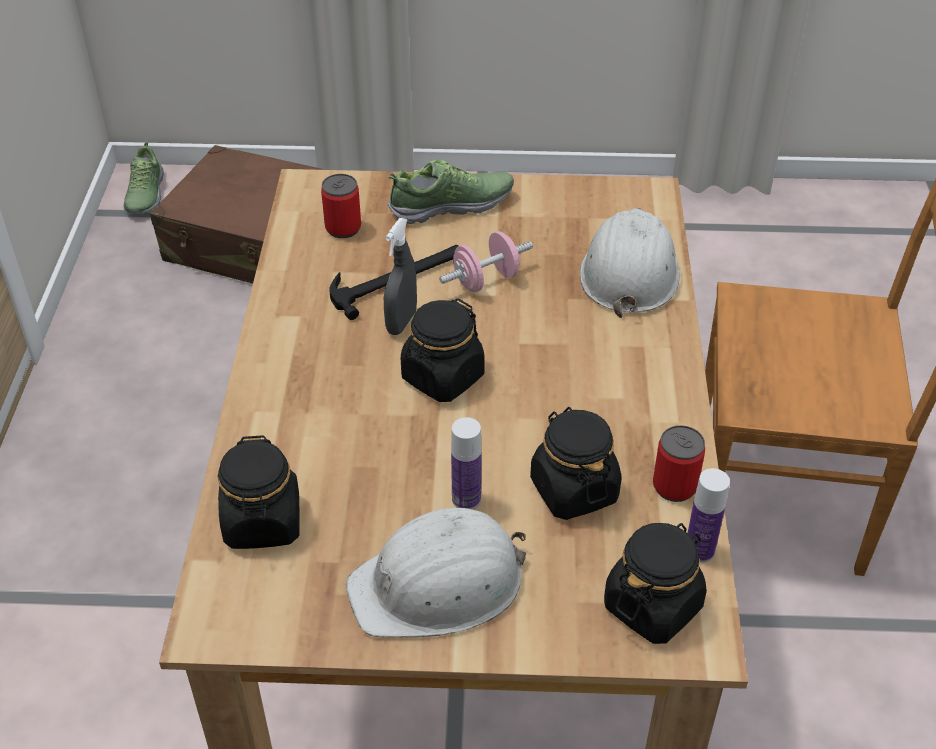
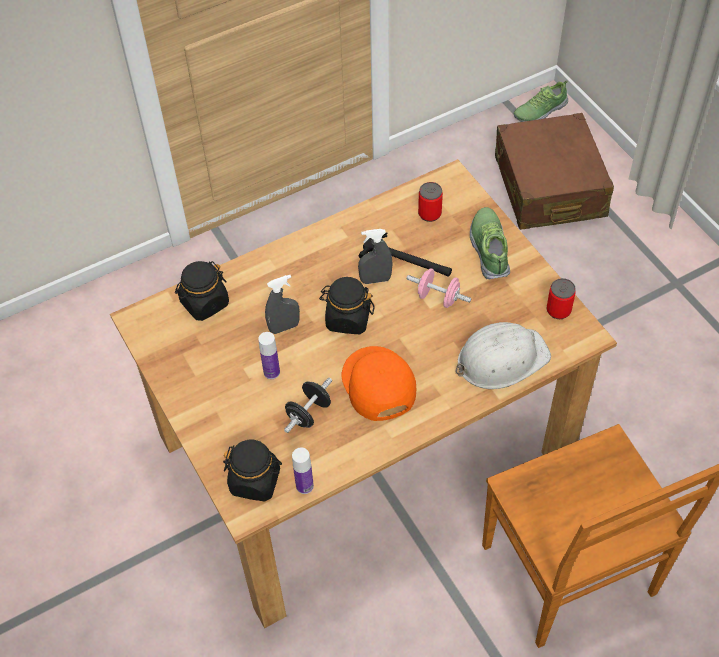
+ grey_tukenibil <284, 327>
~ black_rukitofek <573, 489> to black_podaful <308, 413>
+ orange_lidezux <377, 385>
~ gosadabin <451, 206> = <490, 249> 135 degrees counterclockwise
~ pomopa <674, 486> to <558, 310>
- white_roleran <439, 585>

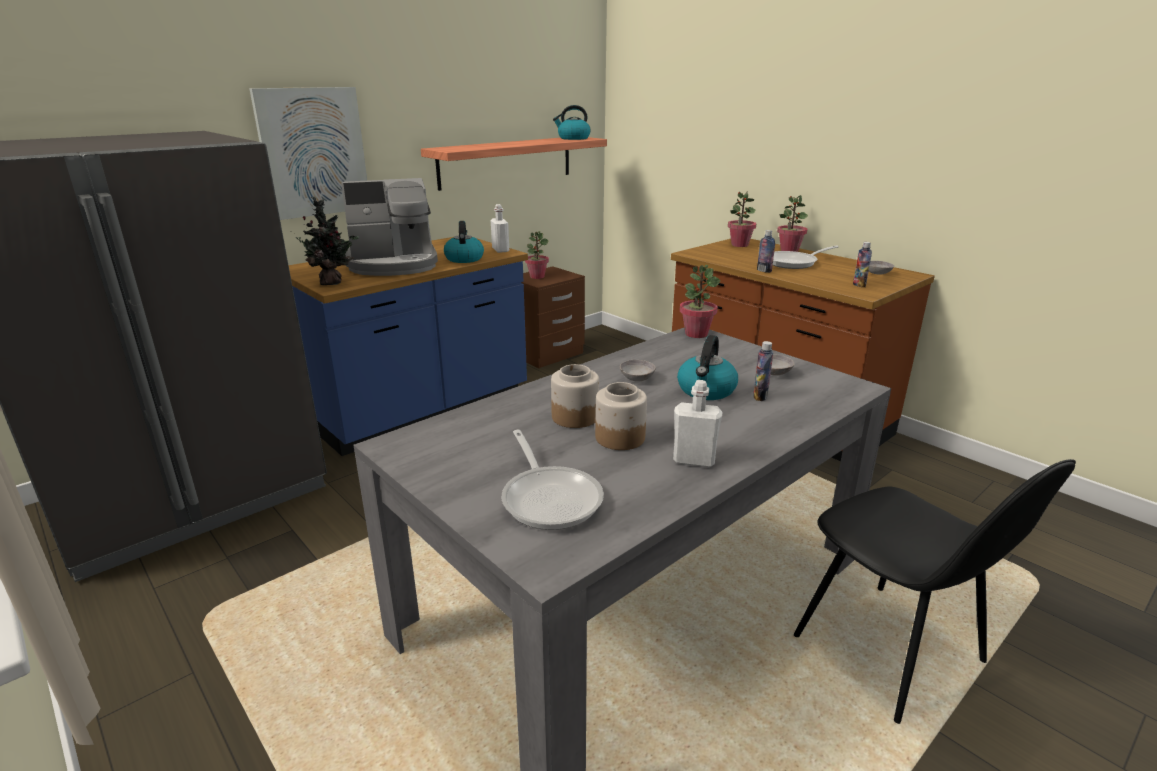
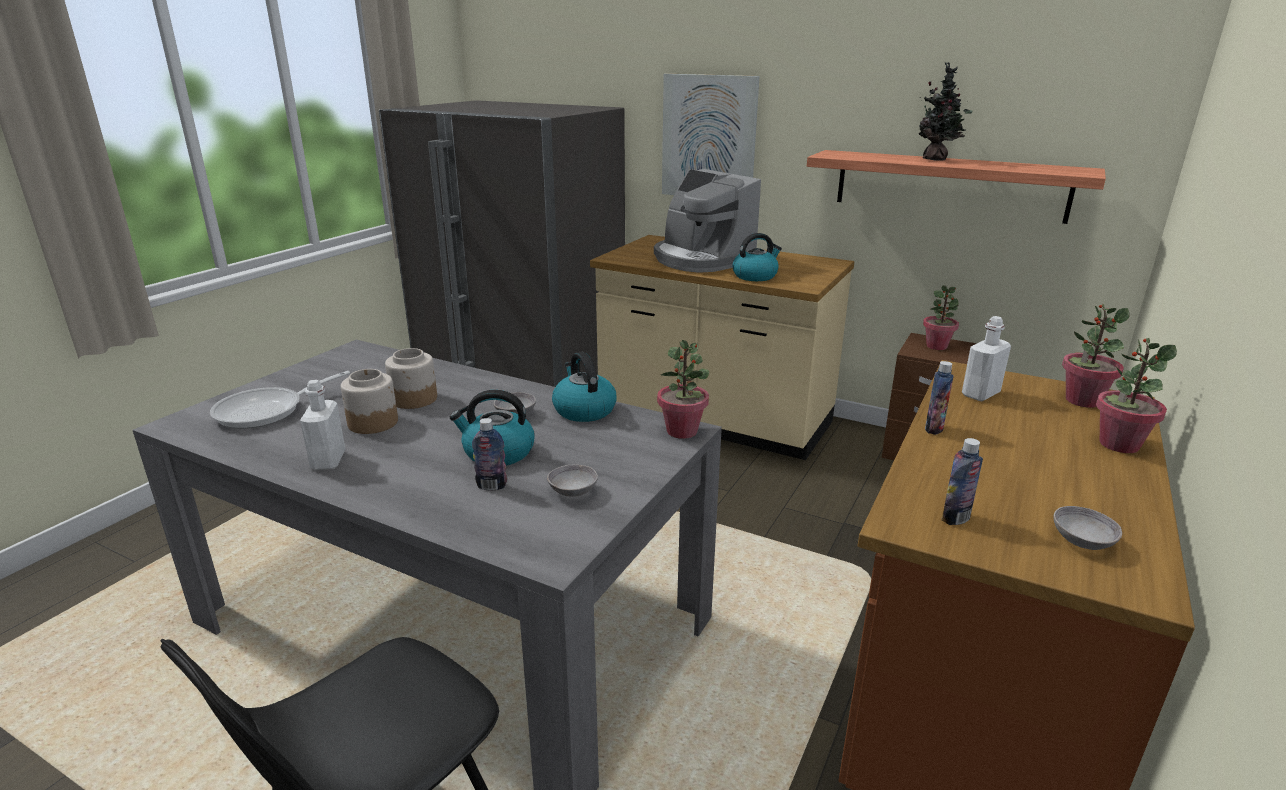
~ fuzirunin <573, 138> to <583, 410>
~ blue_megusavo <421, 410> to beige_megusavo <714, 420>
~ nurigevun <333, 283> to <937, 160>
~ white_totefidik <500, 250> to <980, 394>
- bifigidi <794, 263>

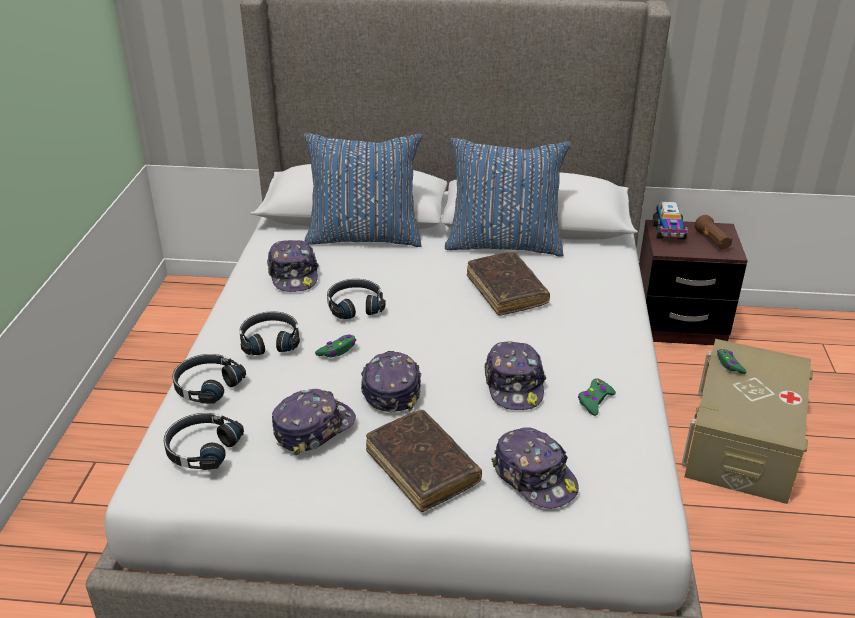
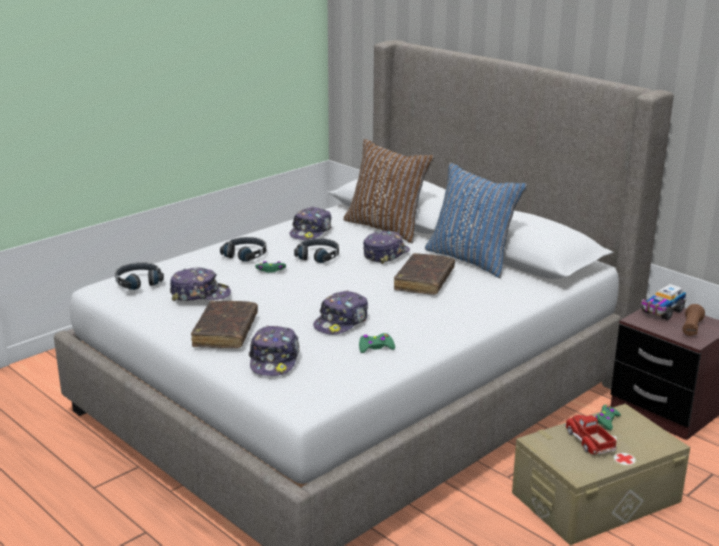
~ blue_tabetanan <364, 236> to brown_tabetanan <386, 228>
~ lidezux <391, 389> to <385, 254>
+ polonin <589, 441>
- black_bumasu <207, 385>

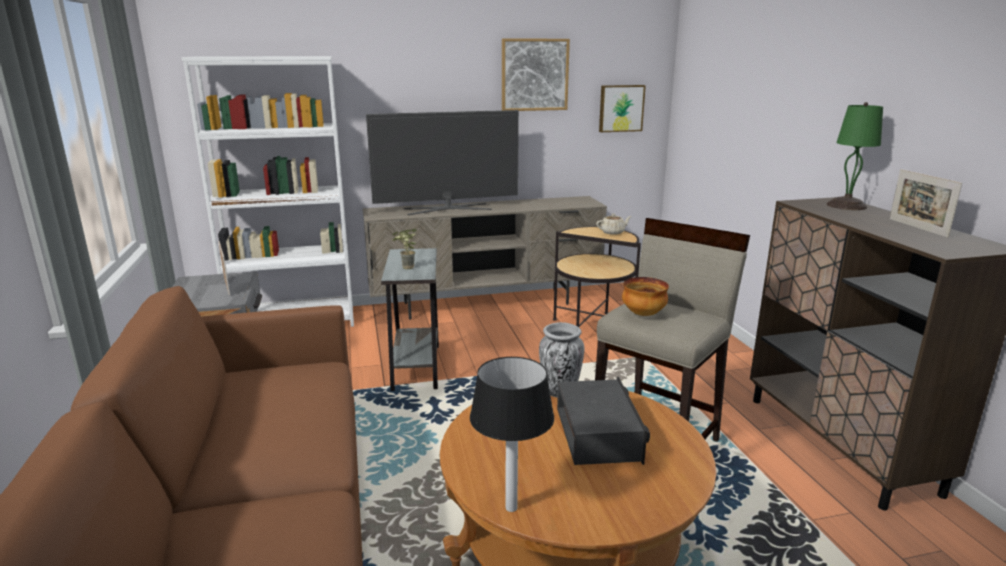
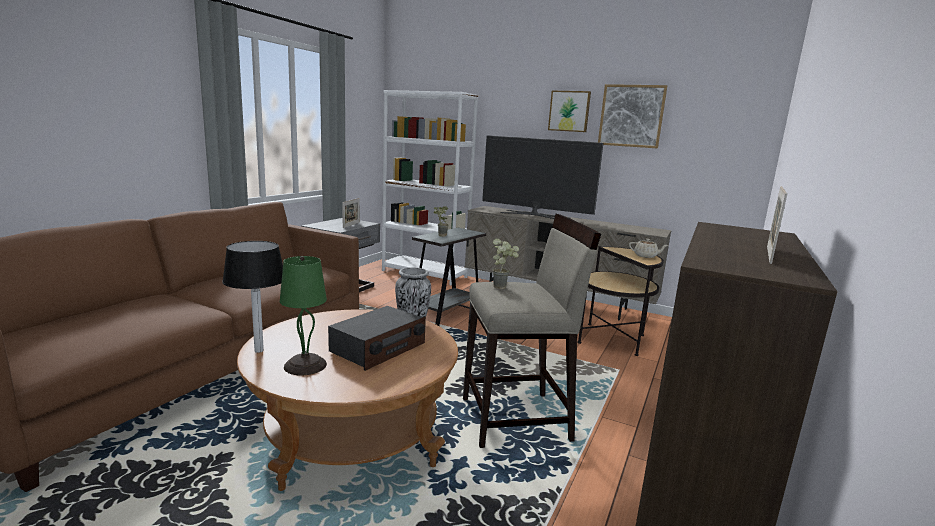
~ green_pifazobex <845, 205> to <304, 365>
~ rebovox <643, 314> to nurigevun <503, 287>
~ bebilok <621, 108> to <569, 111>

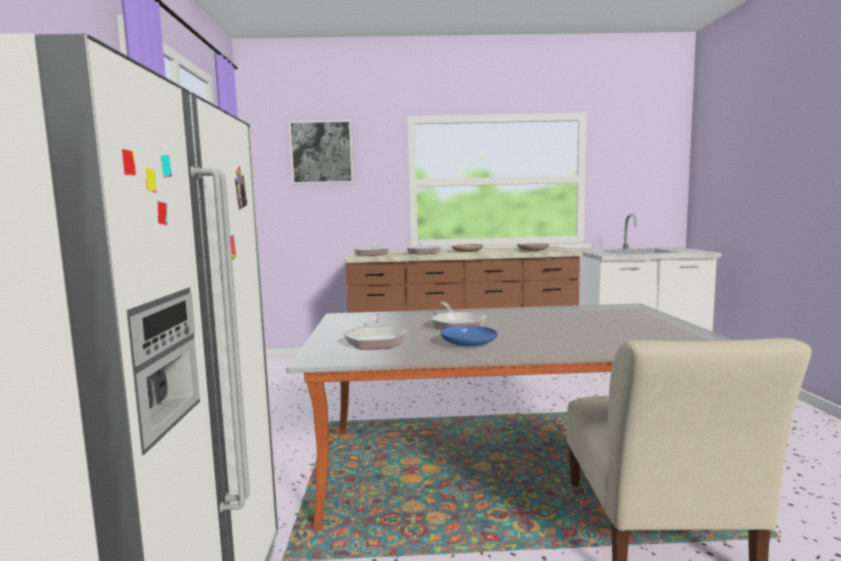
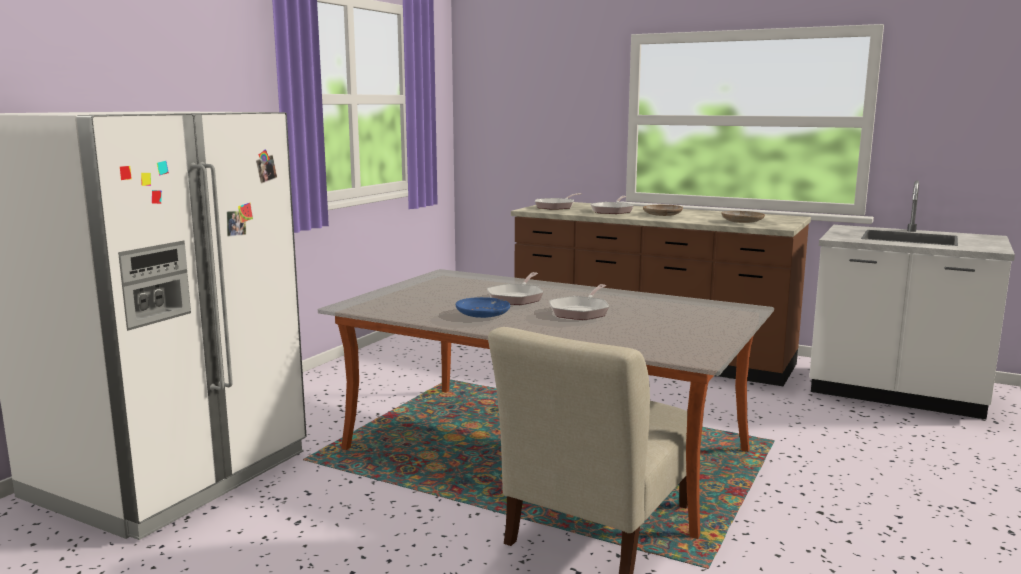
~ bifigidi <376, 341> to <581, 311>
- bebilok <322, 152>

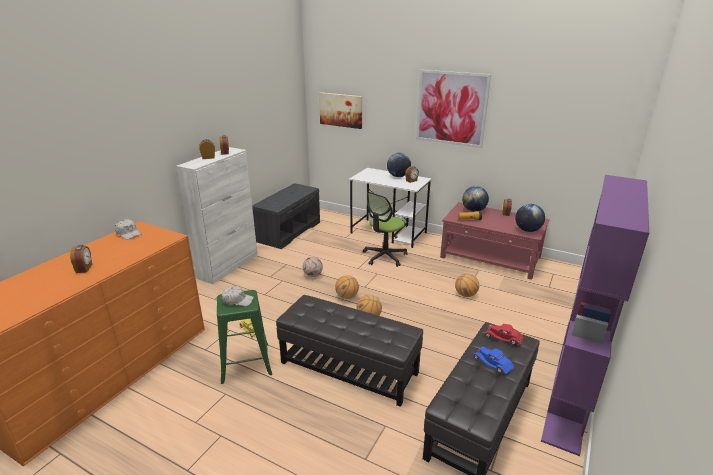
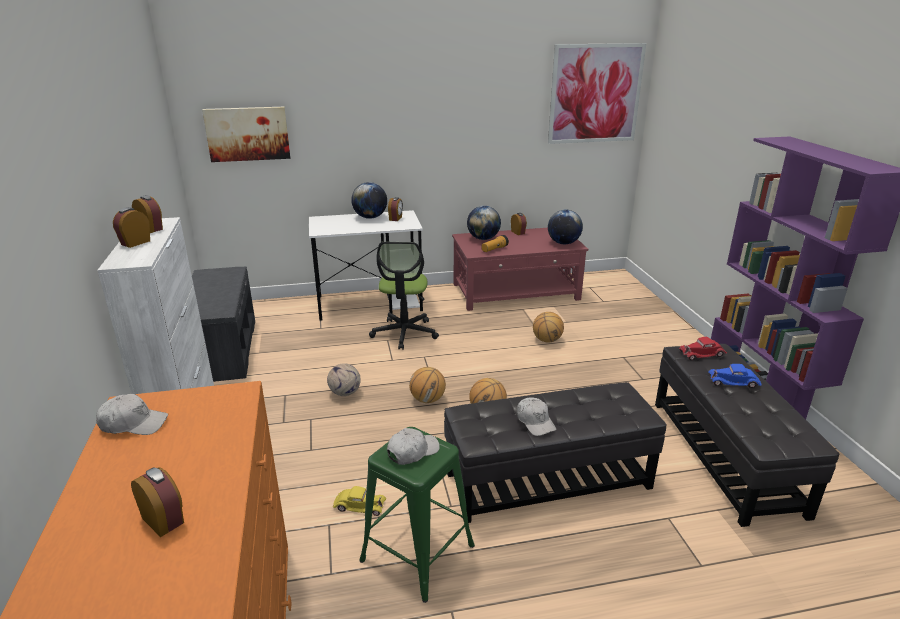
+ white_lidezux <535, 422>
~ bebilok <451, 108> to <595, 94>

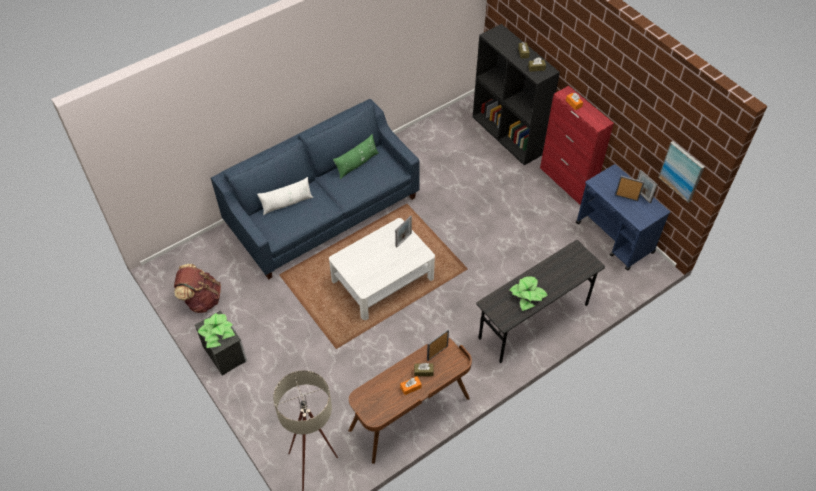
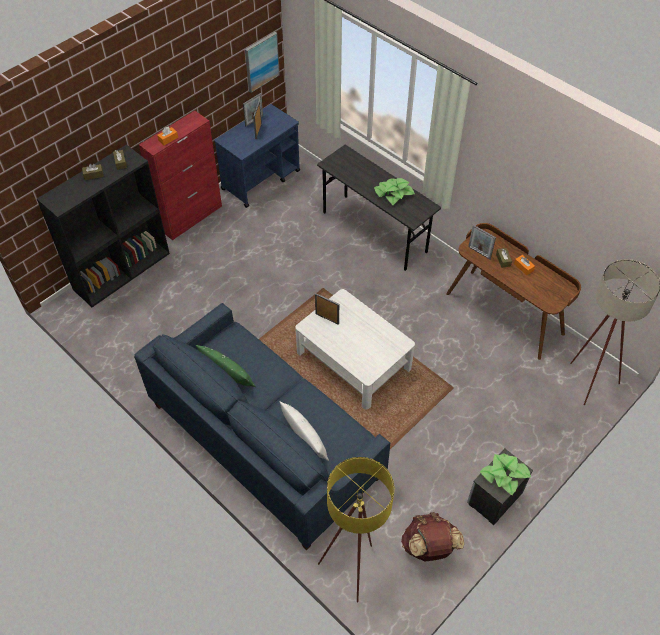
+ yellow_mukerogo <354, 565>

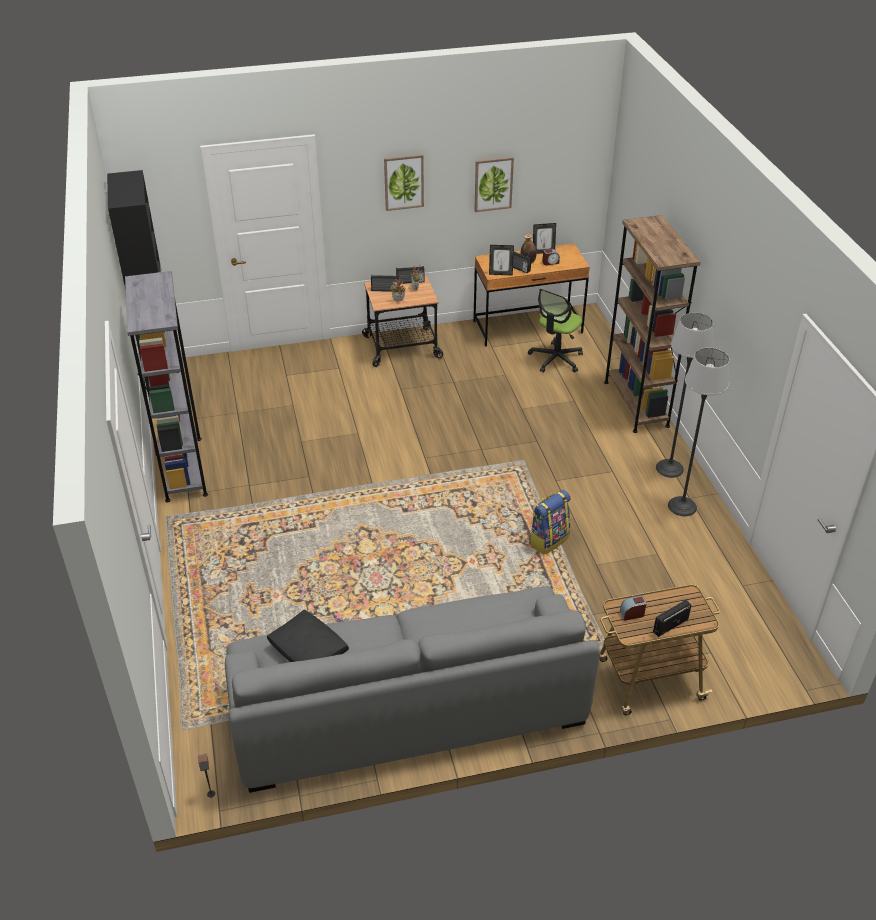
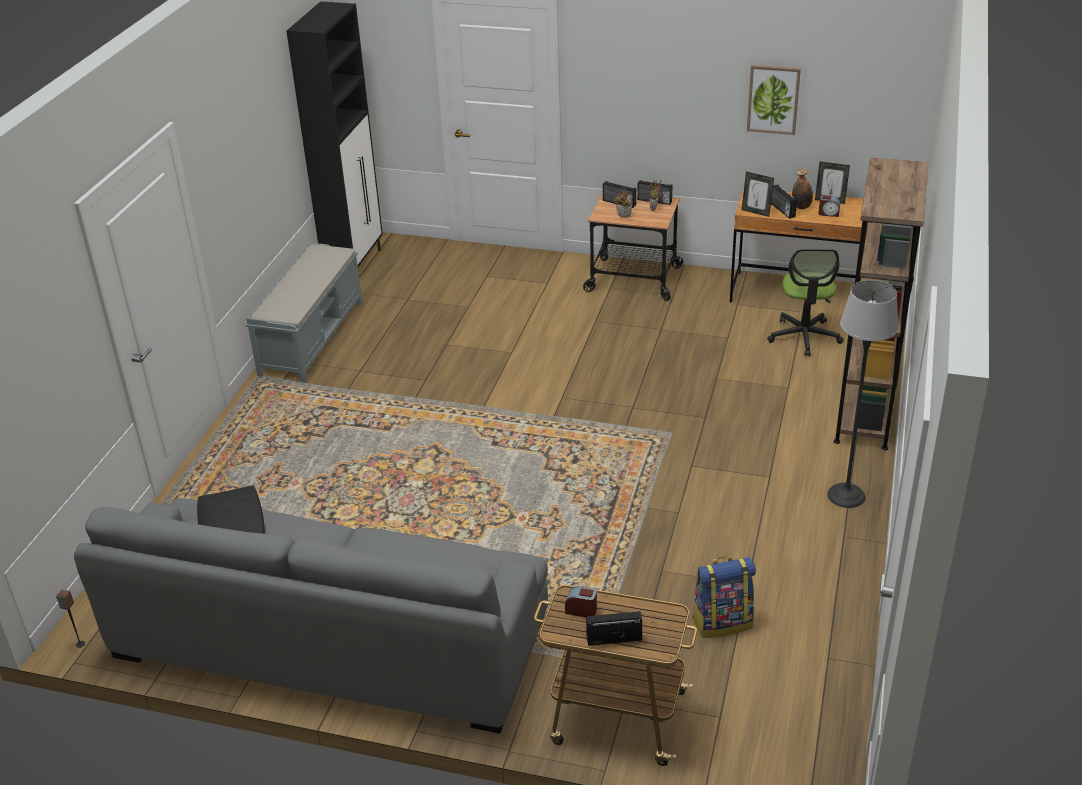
~ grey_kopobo <184, 469> to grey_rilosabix <312, 337>
~ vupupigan <548, 540> to <722, 622>
~ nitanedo <556, 359> = <804, 337> 60 degrees counterclockwise
- bebilok <403, 182>
- mukerogo <682, 506>

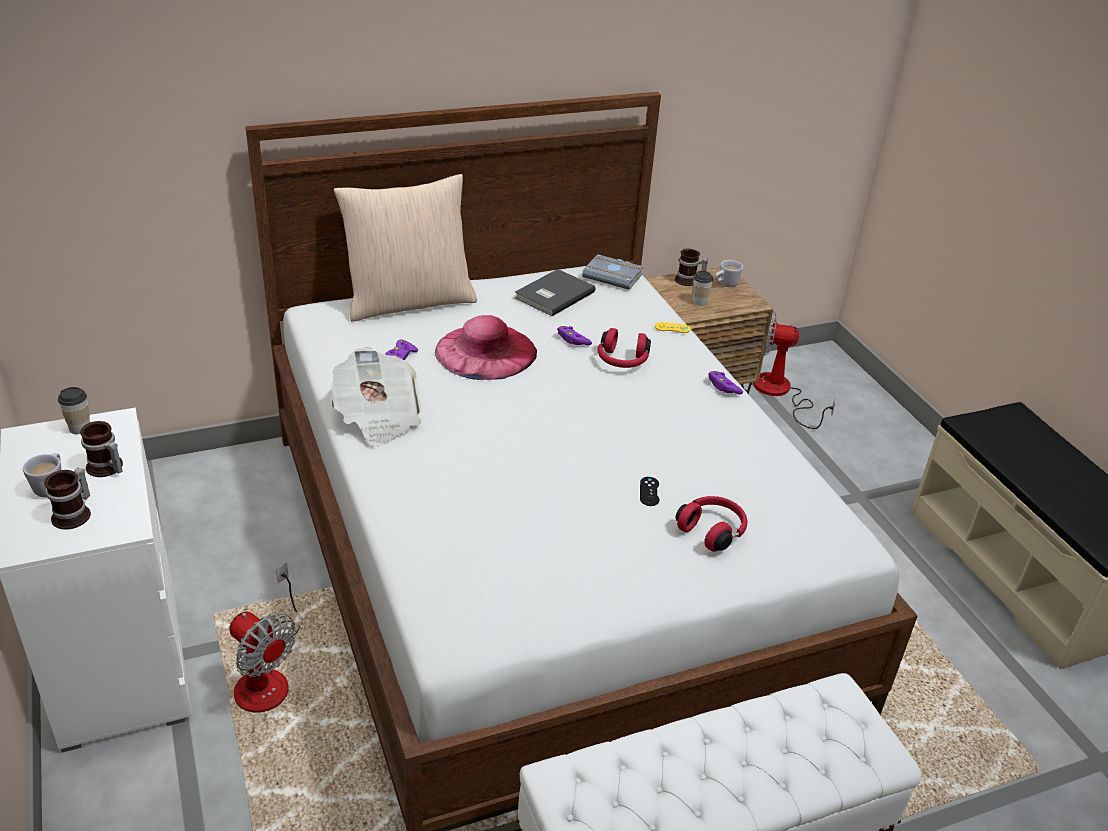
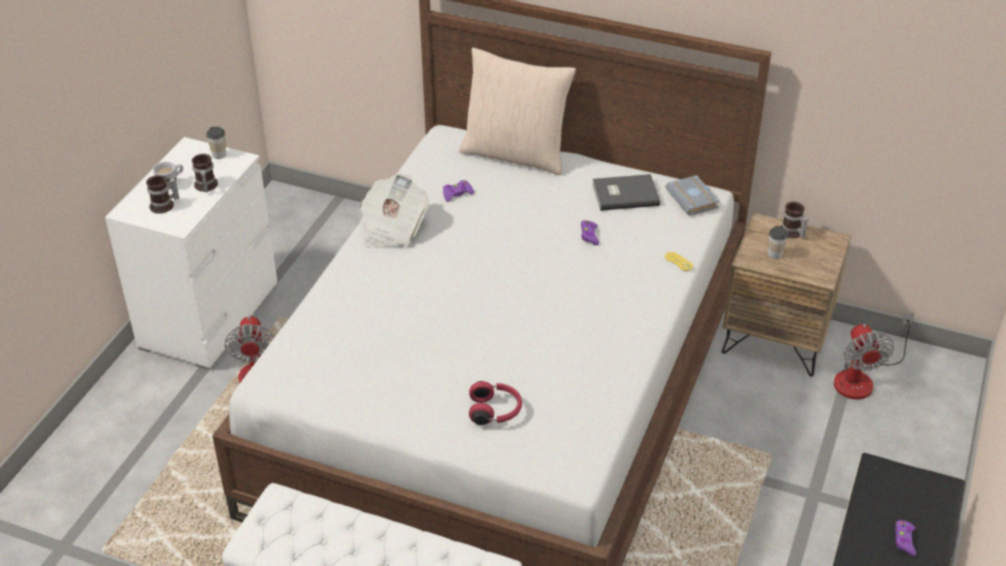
~ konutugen <780, 393> = <862, 378> 150 degrees counterclockwise
~ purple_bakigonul <723, 387> to <904, 540>
- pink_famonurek <485, 351>
- red_bumasu <622, 361>
- black_bakigonul <649, 491>
- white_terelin <725, 285>

